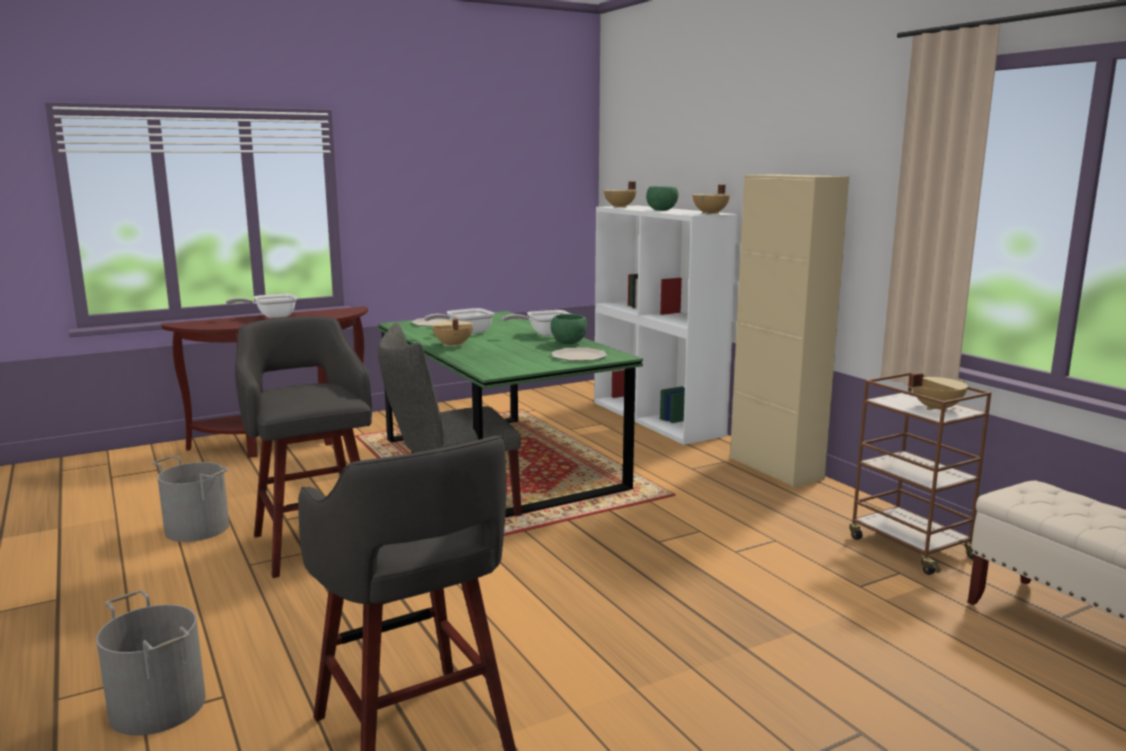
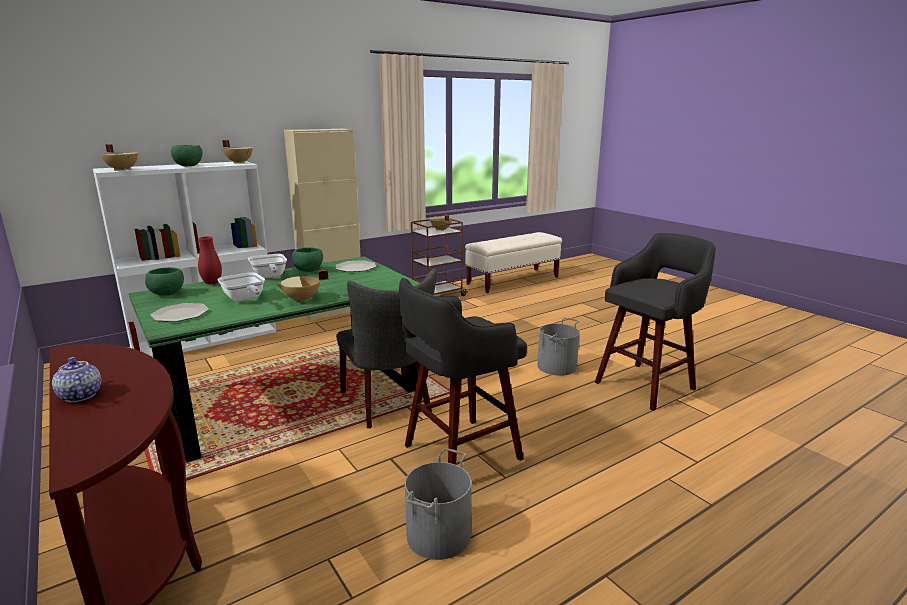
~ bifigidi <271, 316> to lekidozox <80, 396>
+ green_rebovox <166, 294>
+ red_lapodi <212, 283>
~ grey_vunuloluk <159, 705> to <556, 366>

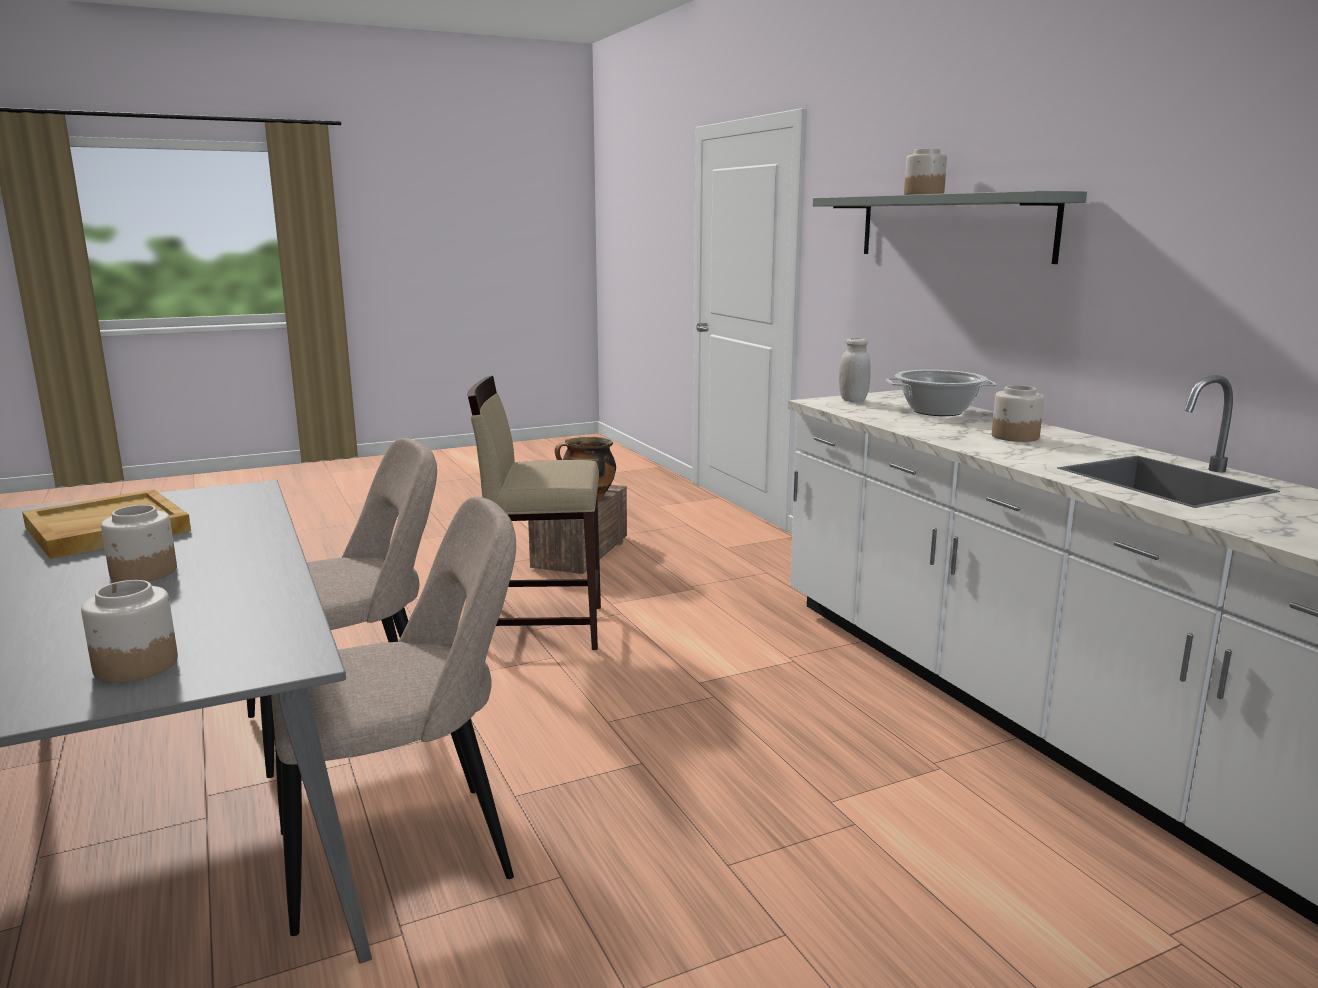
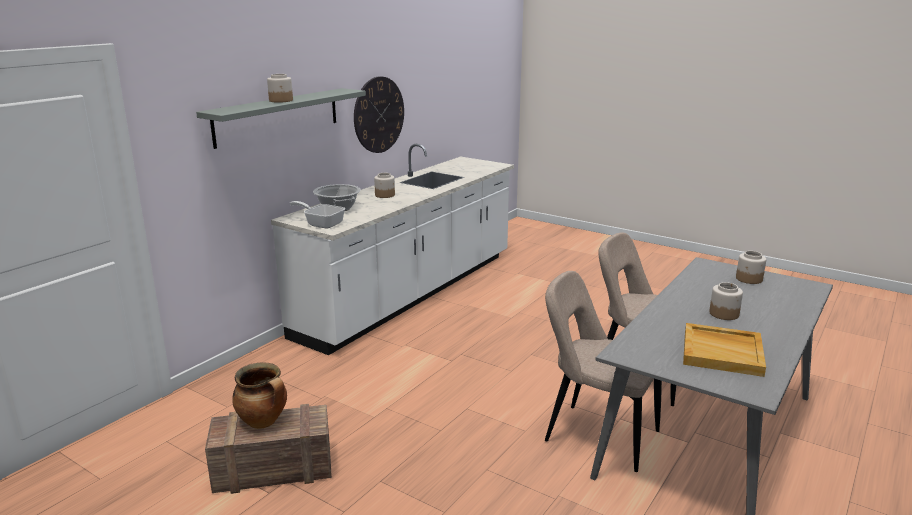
~ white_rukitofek <853, 400> to bifigidi <321, 223>
+ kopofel <379, 115>
- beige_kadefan <542, 627>

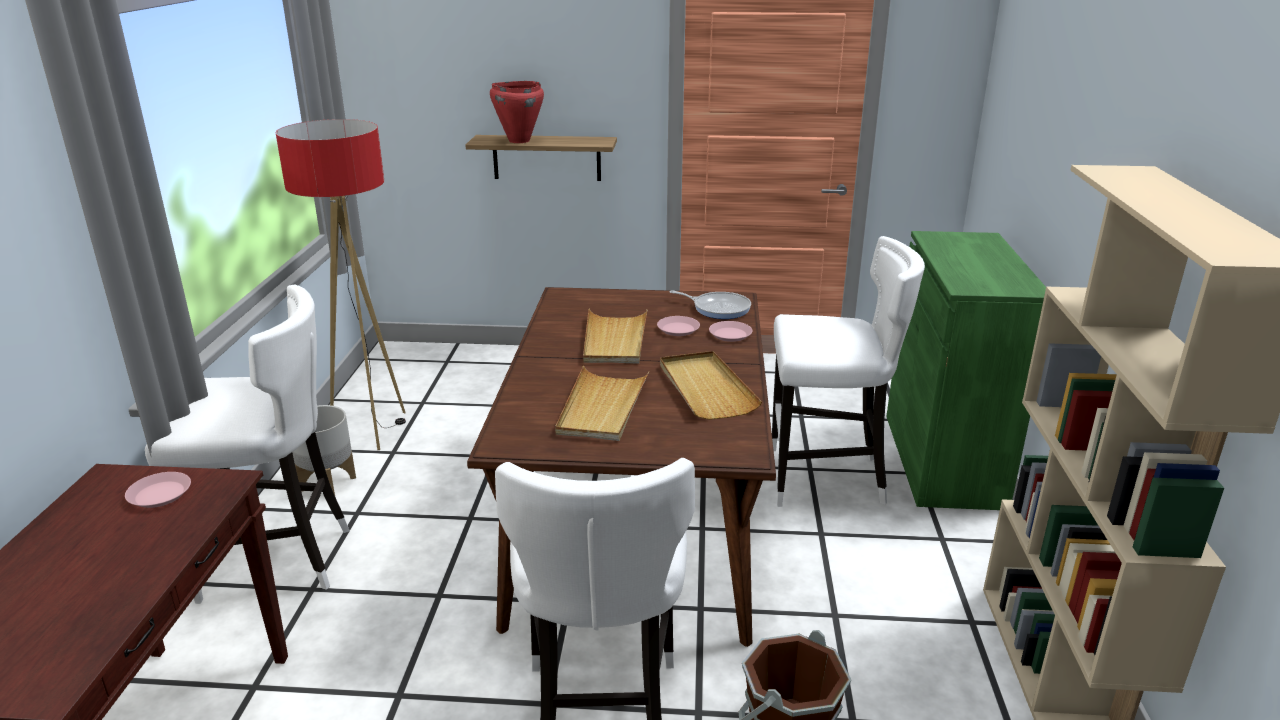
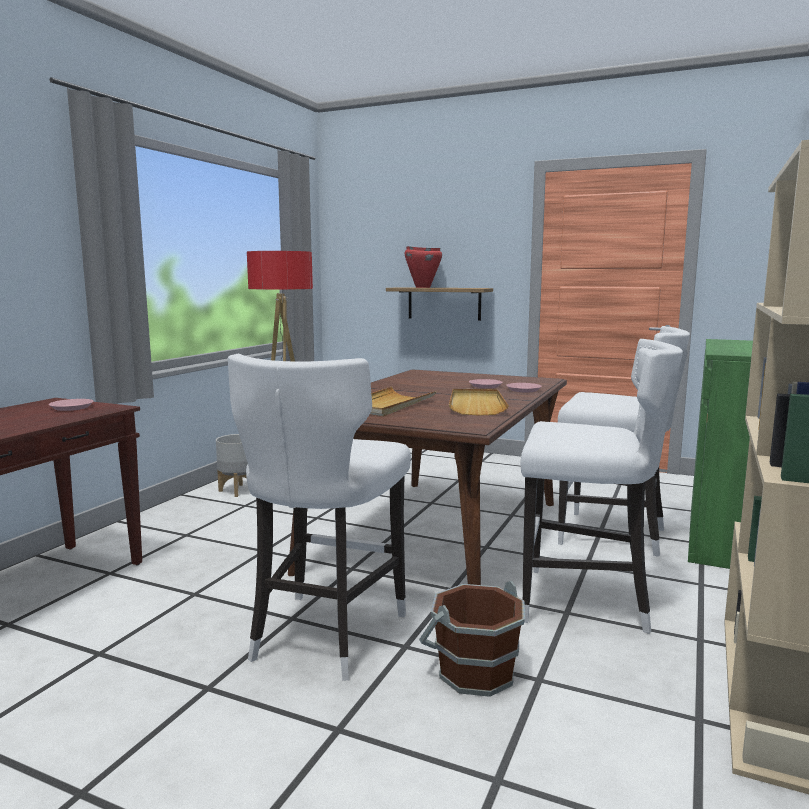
~ white_kadefan <278, 561> to <586, 602>
- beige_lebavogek <614, 340>
- bifigidi <718, 308>

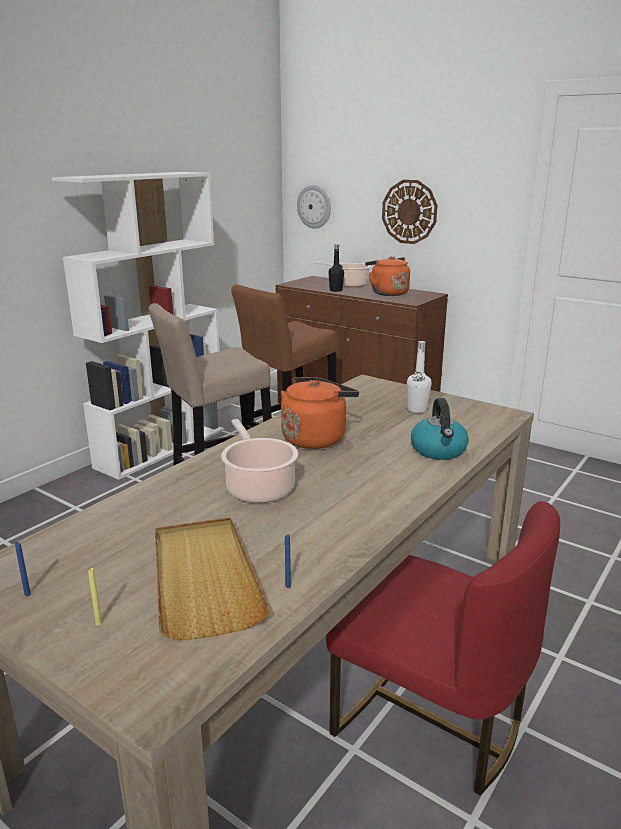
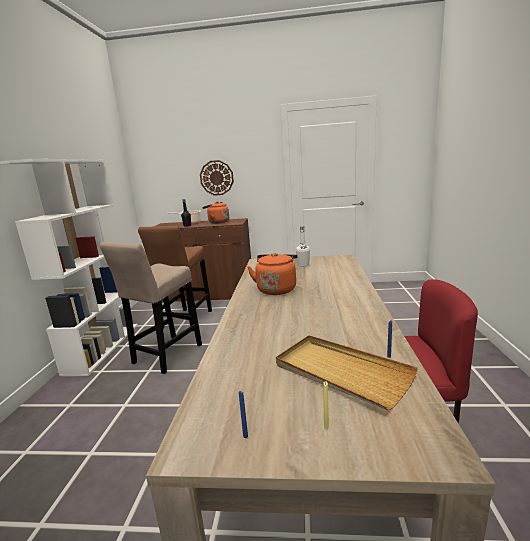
- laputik <259, 487>
- kopofel <314, 206>
- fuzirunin <439, 450>

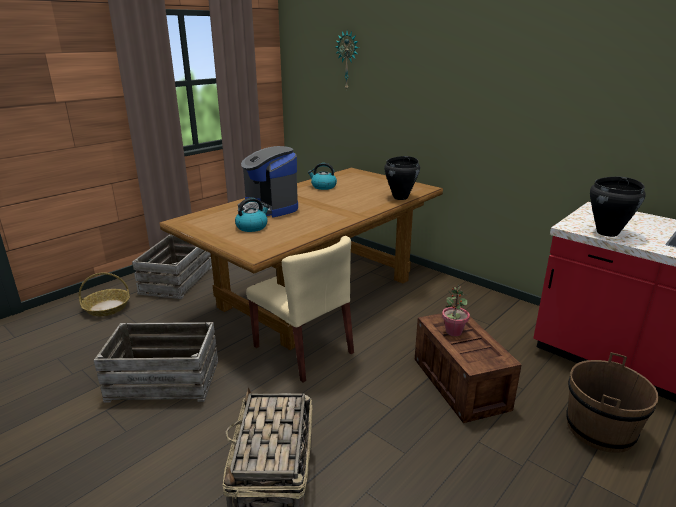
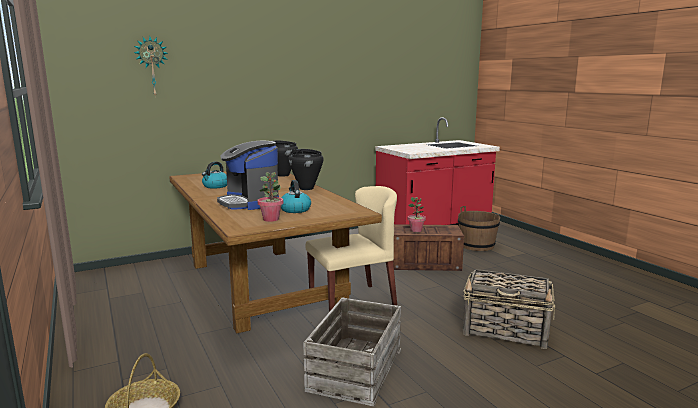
~ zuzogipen <269, 208> = <249, 202> 75 degrees clockwise
+ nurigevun <271, 219>
~ black_laputik <608, 233> to <306, 188>
- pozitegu <177, 280>

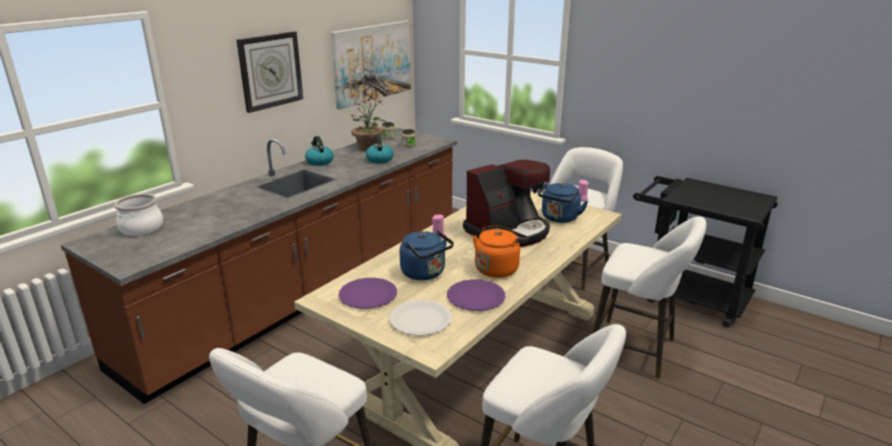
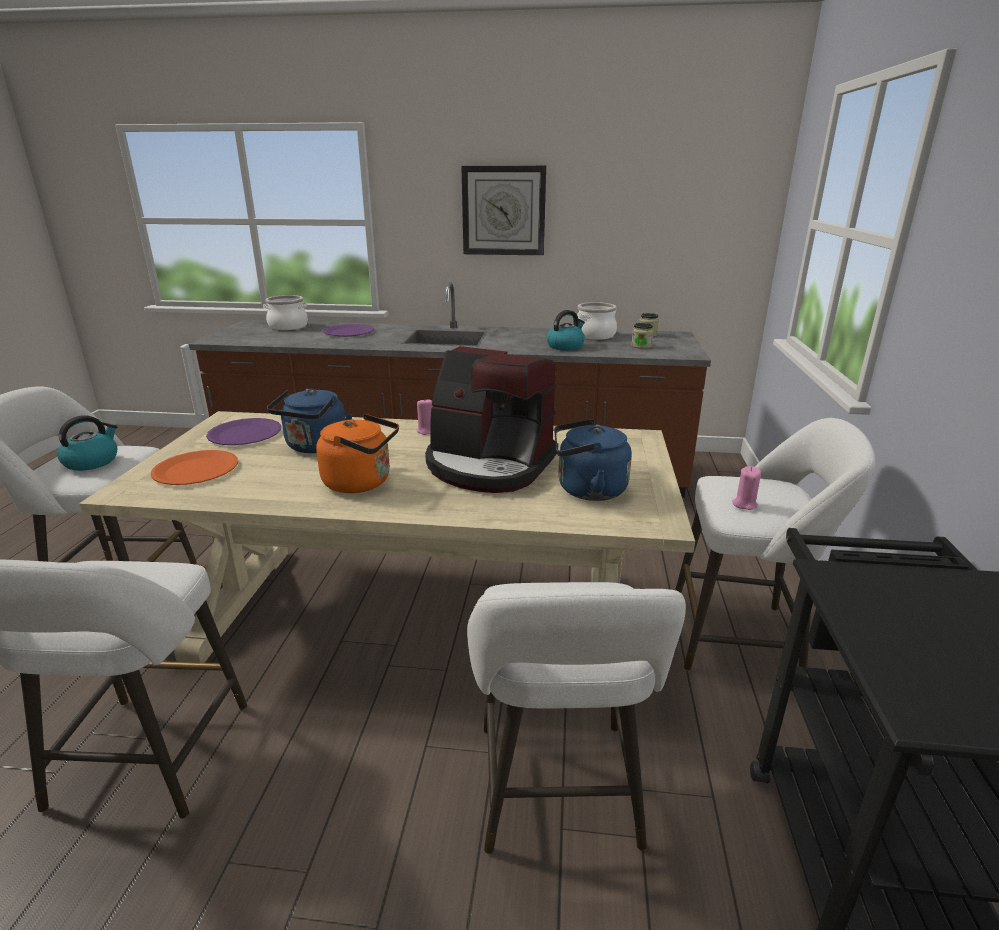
~ fuzirunin <319, 162> to <92, 461>
~ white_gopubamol <421, 319> to orange_gopubamol <196, 470>
~ purple_gopubamol <476, 297> to <348, 332>
~ nurigevun <368, 147> to laputik <595, 335>
- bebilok <372, 62>

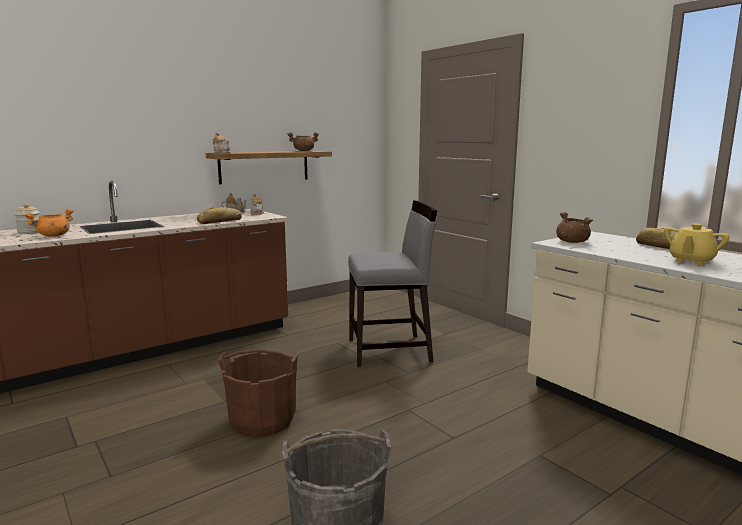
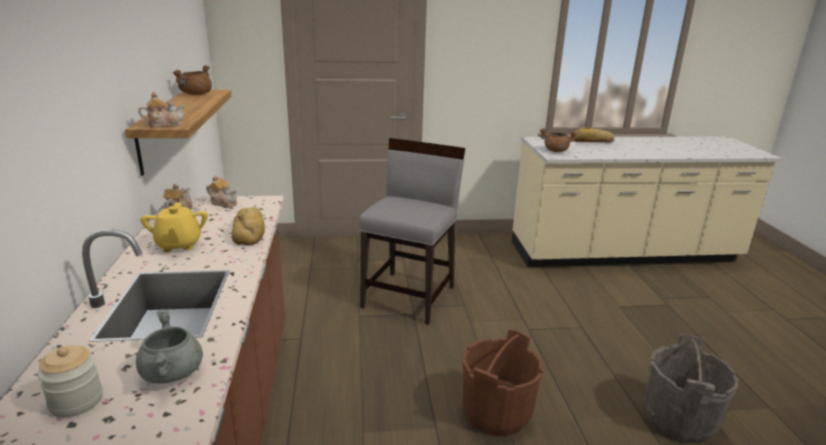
~ orange_laputik <53, 236> to grey_laputik <173, 373>
~ yellow_lekidozox <691, 261> to <178, 245>

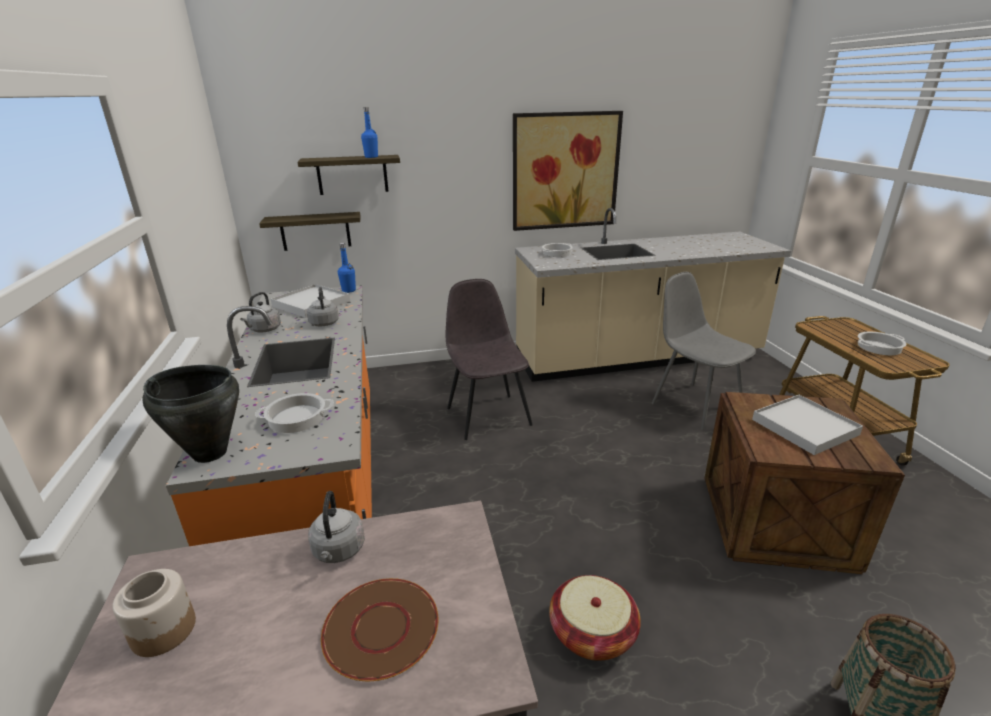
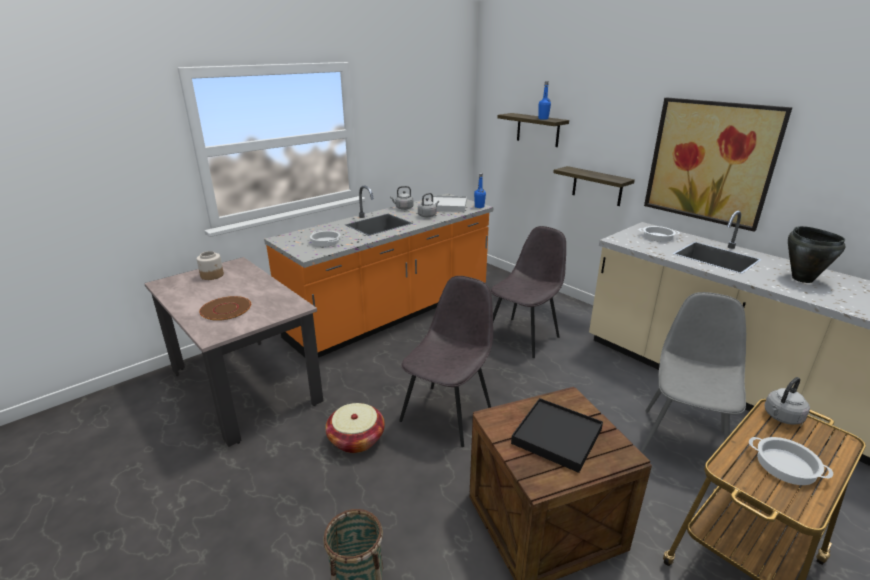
+ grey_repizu <447, 413>
~ white_lebavogek <804, 427> to black_lebavogek <557, 436>
~ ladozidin <315, 231> to <597, 186>
~ grey_fuzirunin <338, 551> to <781, 417>
~ black_laputik <210, 453> to <802, 279>

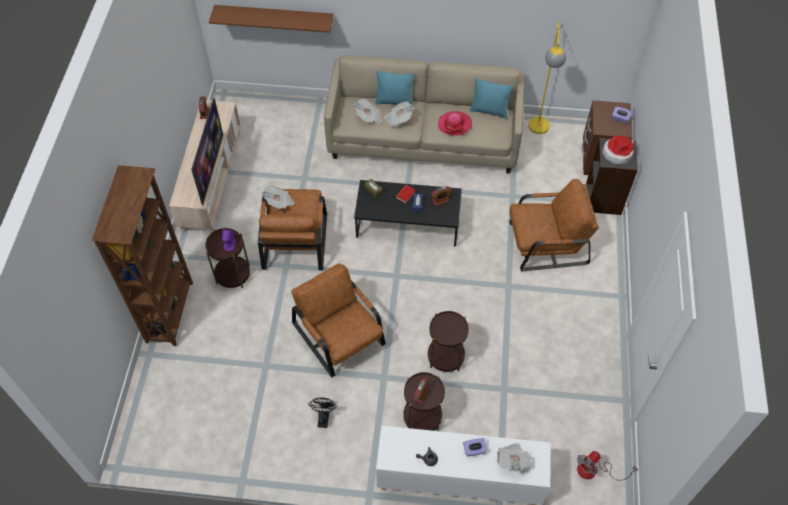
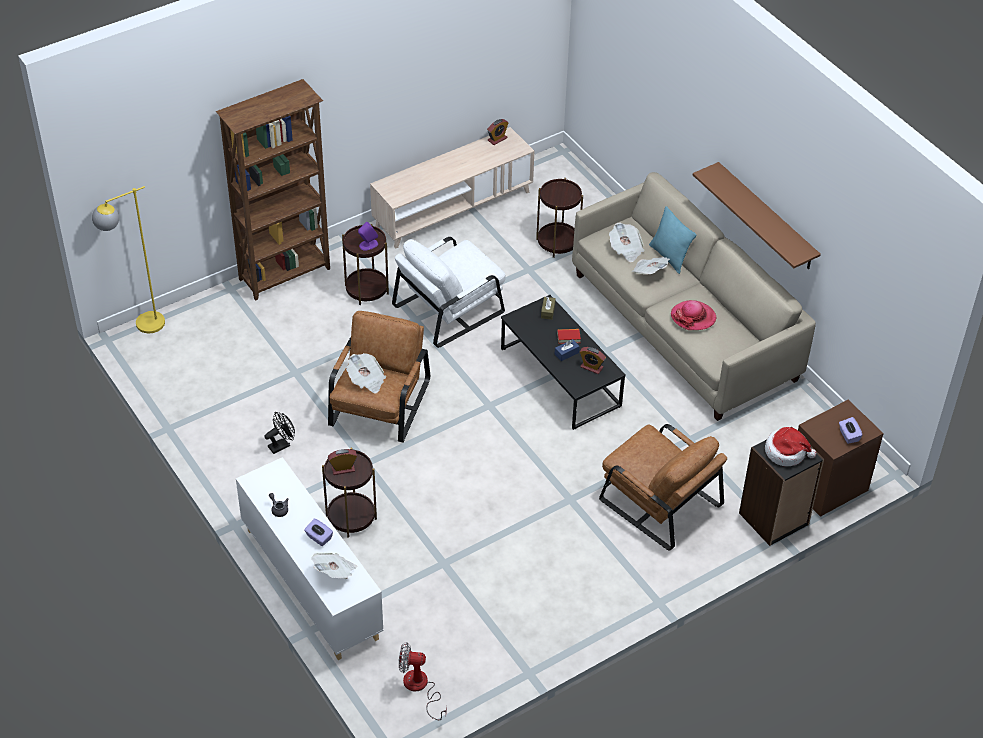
~ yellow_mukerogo <538, 131> to <140, 327>
~ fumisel <279, 202> to <366, 380>
~ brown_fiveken <295, 240> to white_fiveken <450, 308>
~ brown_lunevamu <445, 356> to <557, 242>
~ brown_ladozidin <274, 17> to <766, 217>
- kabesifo <211, 169>
- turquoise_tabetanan <489, 111>

